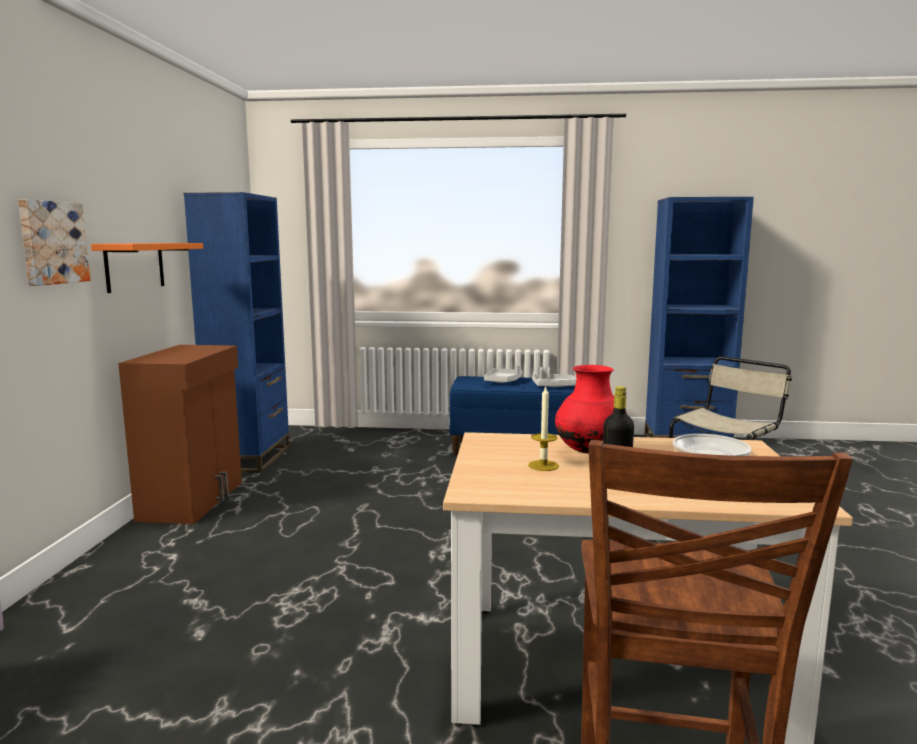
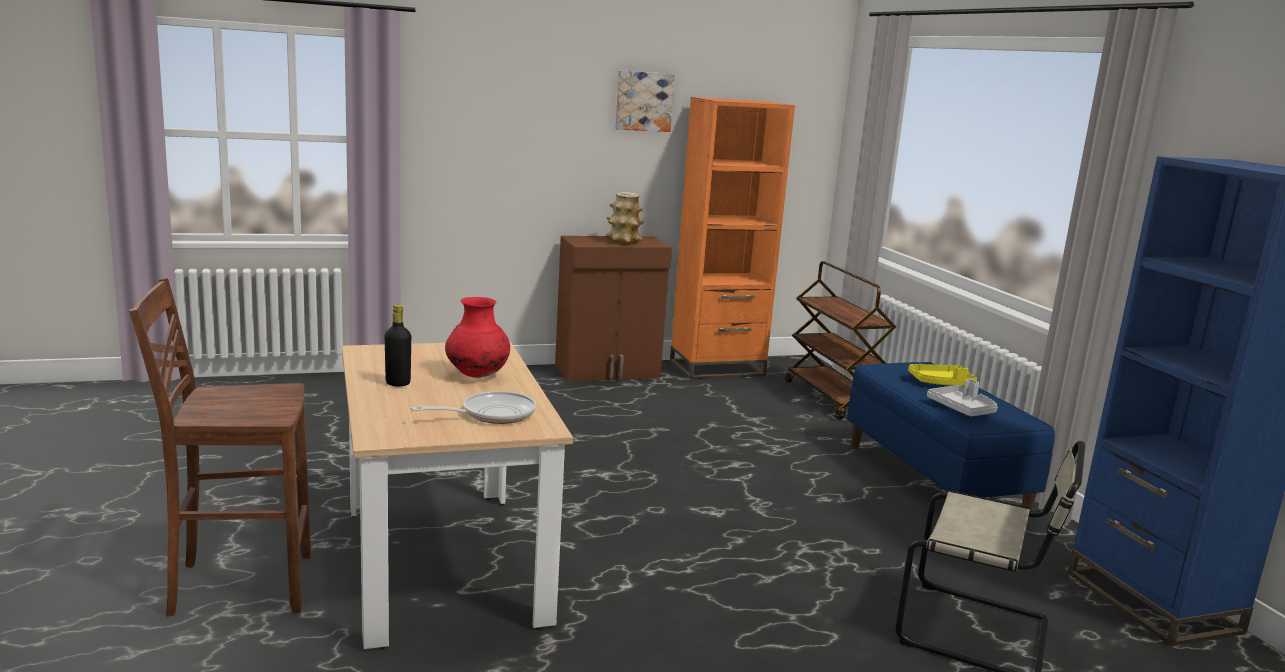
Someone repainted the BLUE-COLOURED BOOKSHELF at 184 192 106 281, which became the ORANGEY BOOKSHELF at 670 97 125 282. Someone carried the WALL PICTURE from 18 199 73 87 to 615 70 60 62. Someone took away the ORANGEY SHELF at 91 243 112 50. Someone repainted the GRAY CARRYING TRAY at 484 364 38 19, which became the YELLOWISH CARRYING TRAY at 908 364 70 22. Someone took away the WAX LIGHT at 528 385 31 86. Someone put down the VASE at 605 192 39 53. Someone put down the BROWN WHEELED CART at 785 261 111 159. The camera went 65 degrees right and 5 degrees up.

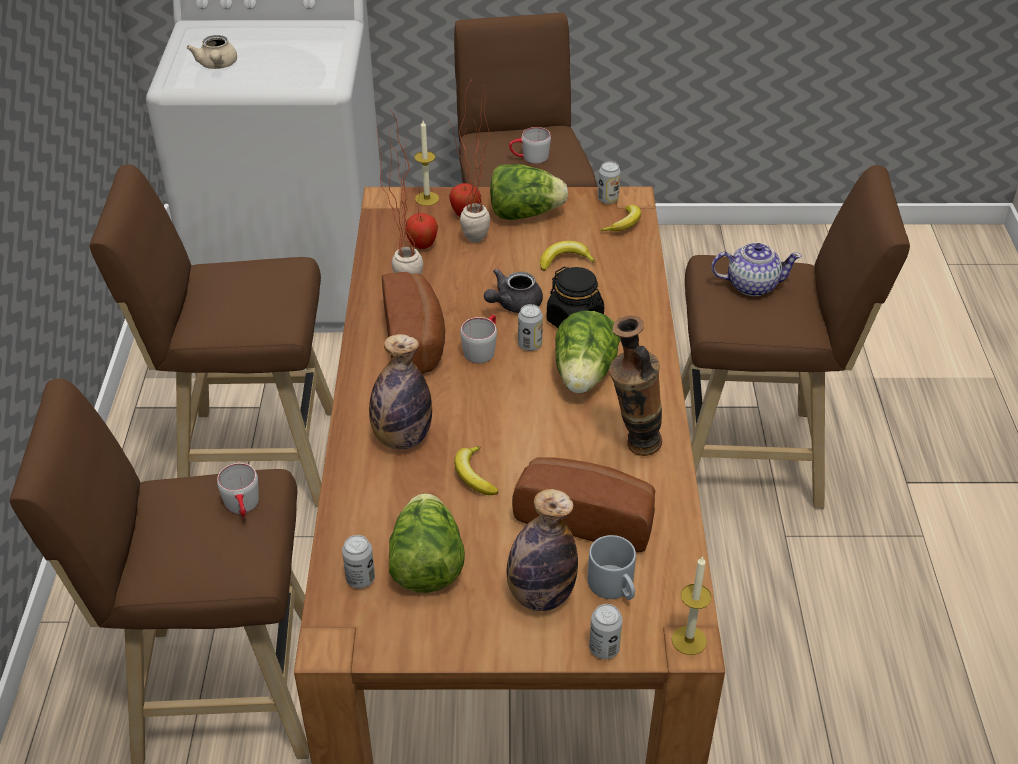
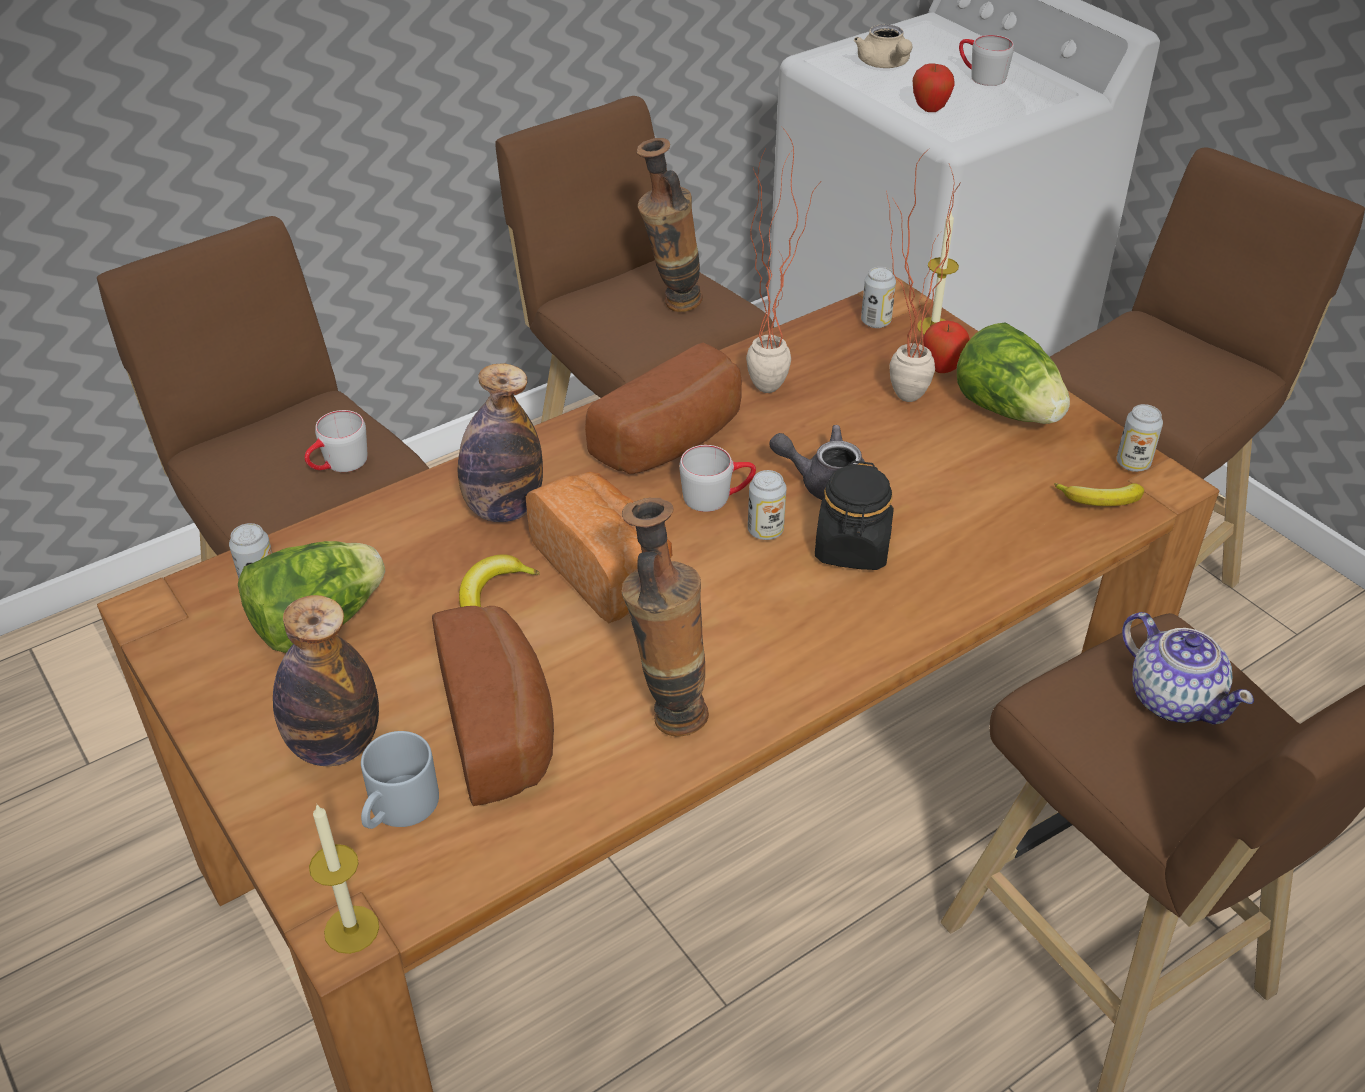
Someone rotated the BEIGE TEAPOT at 187 35 50 34 by 60 degrees counterclockwise. Someone carried the GRAY TEA MUG from 509 127 42 37 to 959 35 55 51. Someone carried the APPLE from 405 213 33 36 to 913 64 42 48. Someone took away the WHOLE BANANA at 540 241 56 30. Someone took away the LETTUCE at 555 311 65 82. Someone carried the CAN from 589 604 34 55 to 861 267 35 61. Someone put down the VASE at 637 138 66 174. Someone put down the BREAD at 526 472 146 151. The camera went 55 degrees right and 0 degrees up.

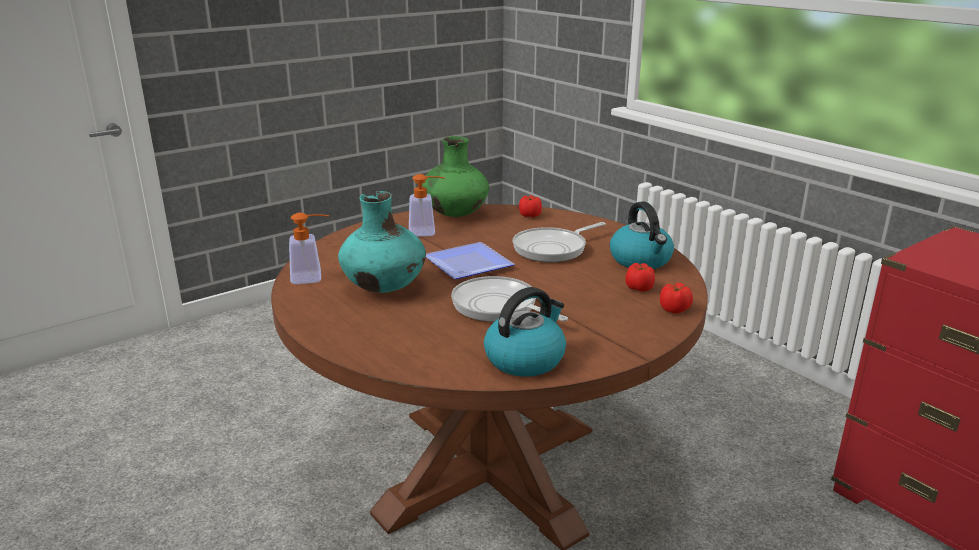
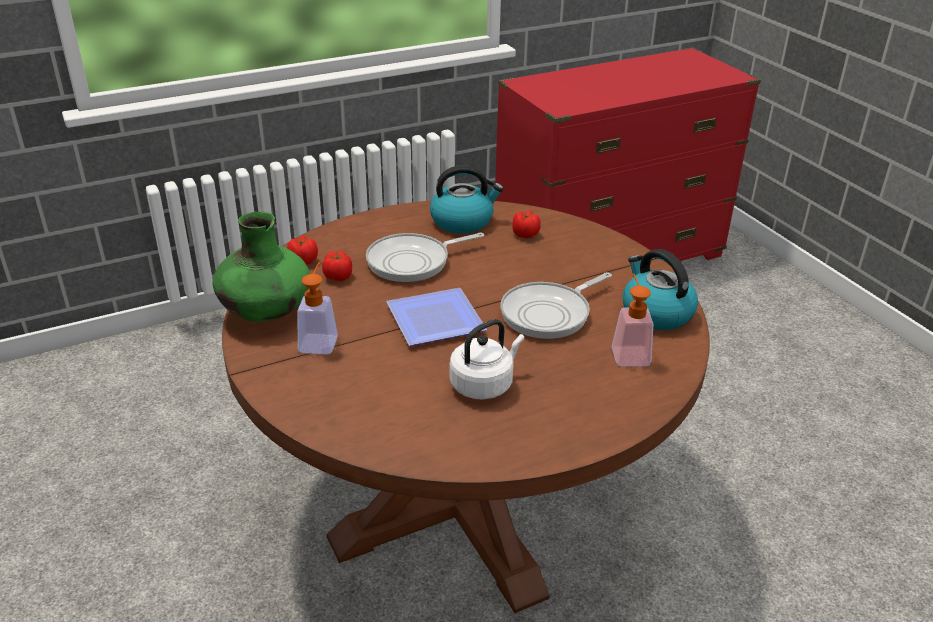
Someone swapped the TURQUOISE-COLOURED VASE at 338 191 88 102 for the WHITISH KETTLE at 449 319 76 81. Someone carried the SOAP BOTTLE from 289 213 40 71 to 612 274 42 92. Someone rotated the SKILLET at 513 222 93 40 by 90 degrees clockwise. Someone carried the WHOLE TOMATO from 660 283 33 30 to 322 251 30 30. The camera went 80 degrees left and 10 degrees up.

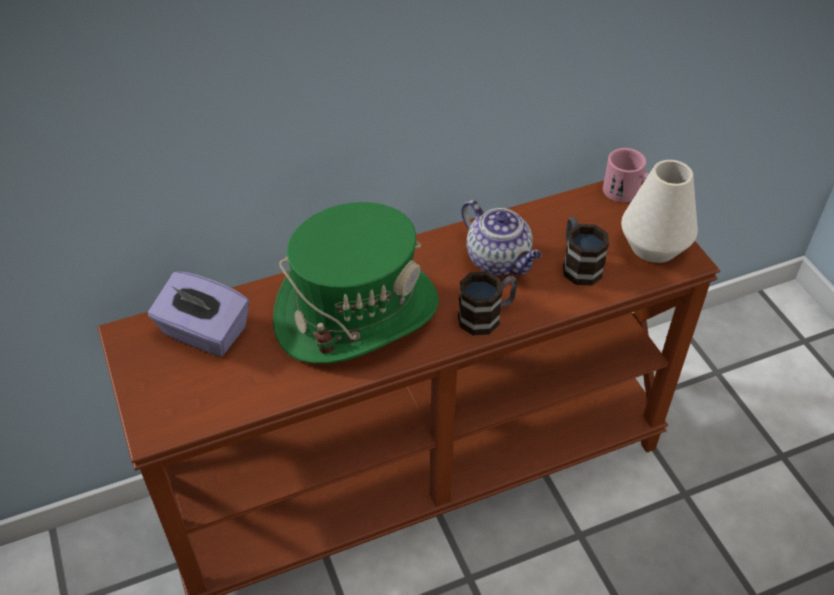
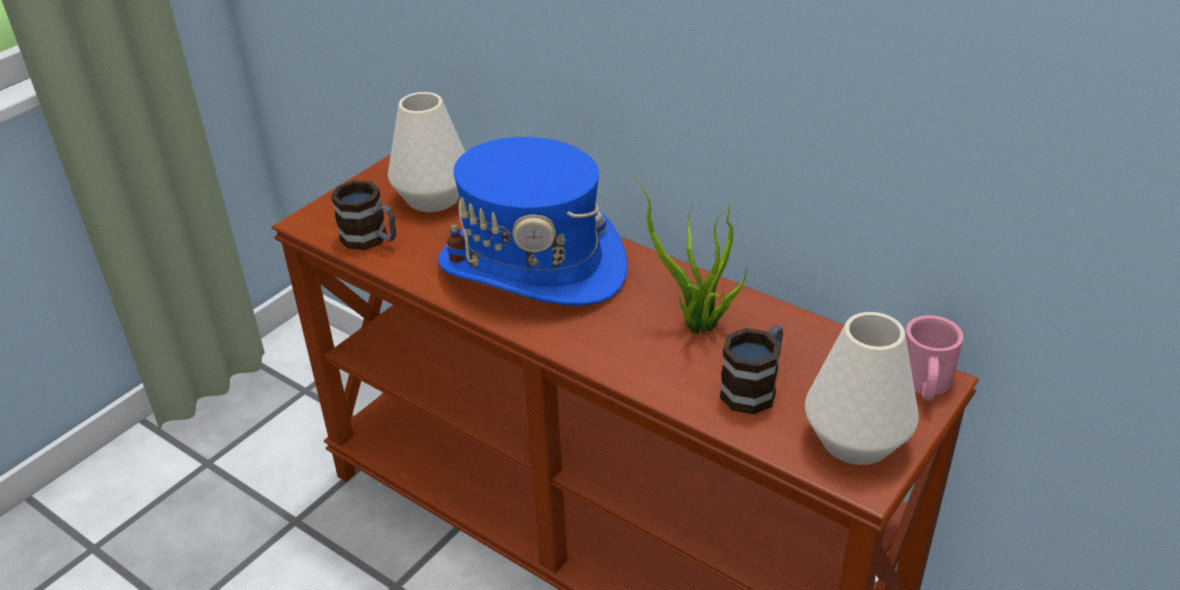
Someone swapped the TEAPOT at 461 200 81 75 for the PLANT IN A POT at 634 176 114 158. Someone repainted the GREEN-COLOURED HAT at 273 202 166 162, which became the BLUE-COLOURED HAT at 438 137 190 169. Someone swapped the PURPLE-COLOURED TISSUE HOLDER at 148 271 101 86 for the WHITISH VASE at 388 92 77 120. Someone carried the TEA MUG from 458 271 60 64 to 331 180 65 70. The camera went 60 degrees right and 10 degrees down.

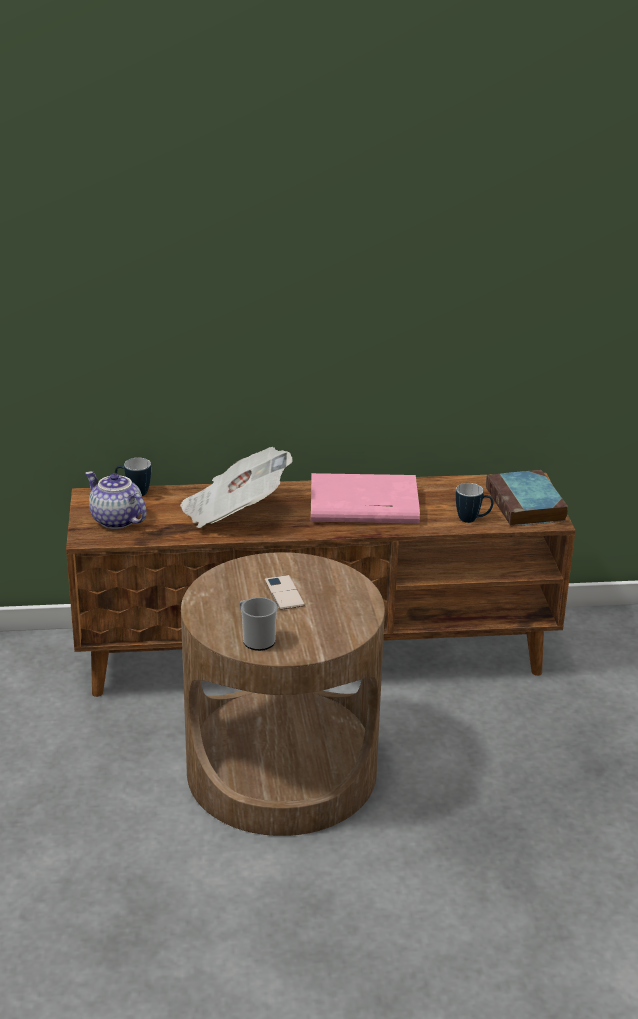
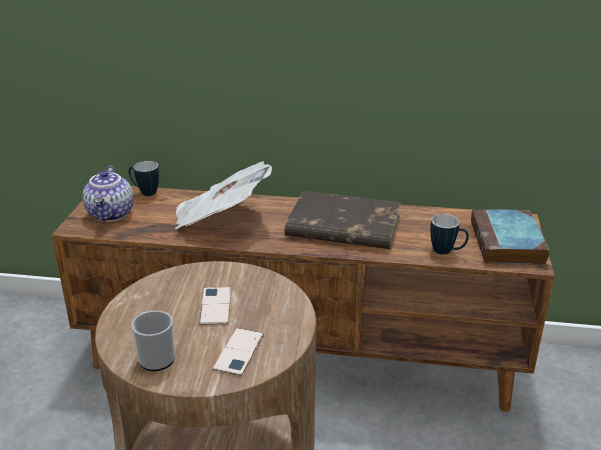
Someone rotated the TEAPOT at 85 471 62 58 by 150 degrees counterclockwise. Someone repainted the PINK BOOK at 311 473 109 50, which became the BROWN BOOK at 284 191 117 58. Someone put down the HANDSET at 213 328 51 48. The camera went 15 degrees right and 0 degrees up.

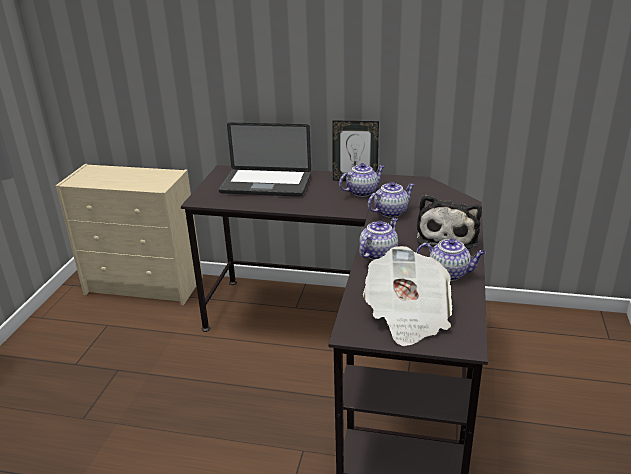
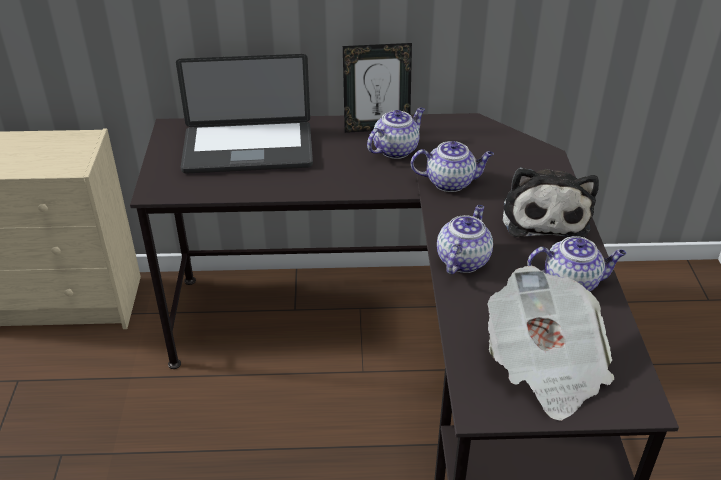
Someone rotated the TEAPOT at 368 182 47 36 by 45 degrees clockwise. The camera went 15 degrees left and 10 degrees up.

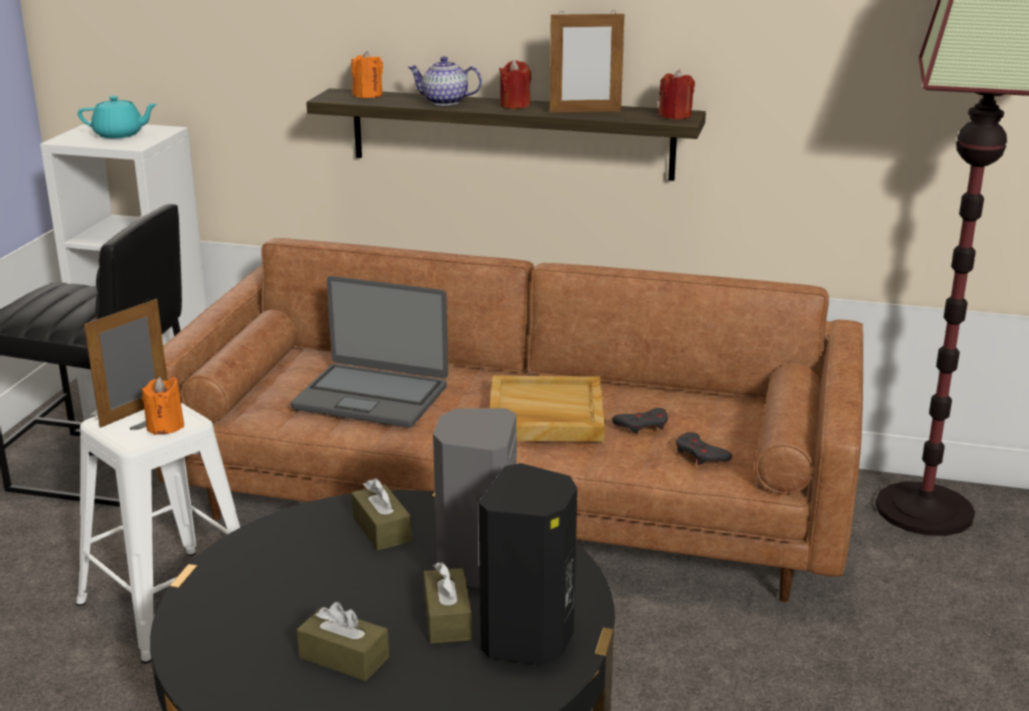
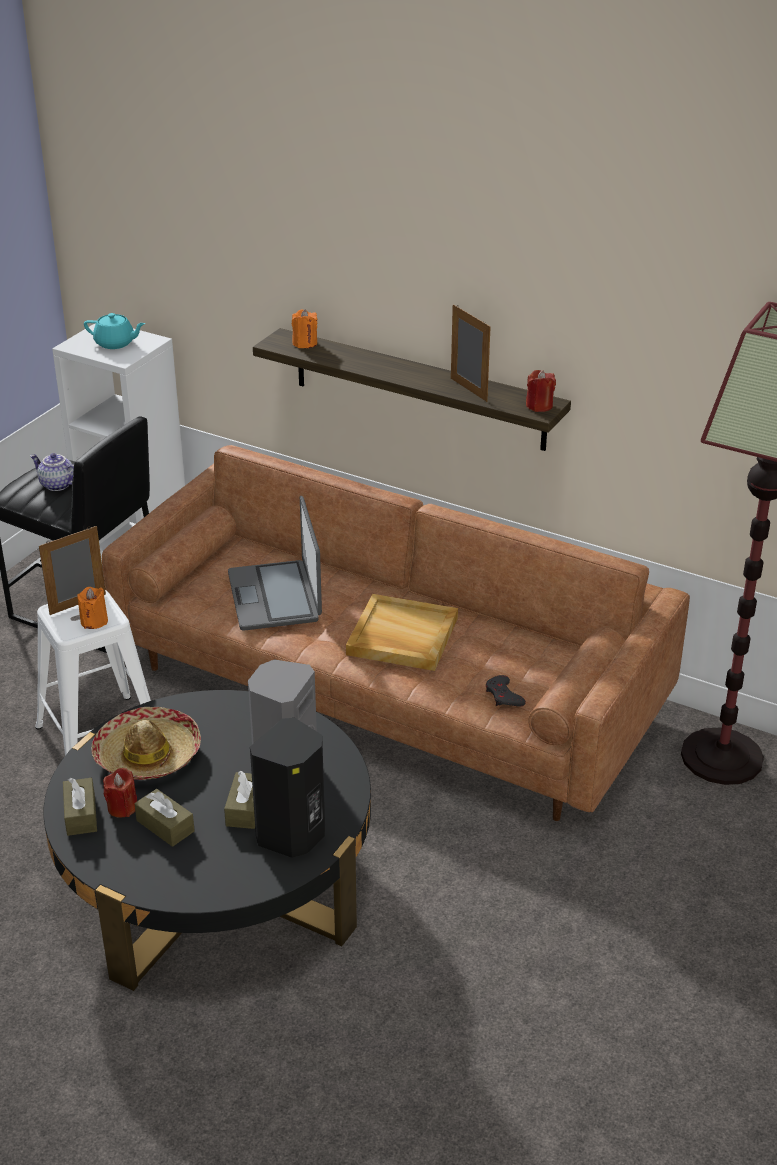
Someone rotated the PHOTO FRAME at 550 10 74 102 by 135 degrees counterclockwise. Someone carried the TEAPOT from 408 56 74 50 to 30 453 44 38. Someone carried the RED WAX LIGHT from 499 60 32 49 to 103 768 34 50. Someone rotated the NOTEBOOK COMPUTER at 291 276 157 151 by 45 degrees clockwise. Someone took away the GRAY GAMEPAD at 612 408 56 26. Someone carried the BROWN TISSUE HOLDER from 352 478 60 73 to 63 778 34 58. Someone put down the HAT at 92 707 109 73. The camera went 15 degrees right and 10 degrees up.

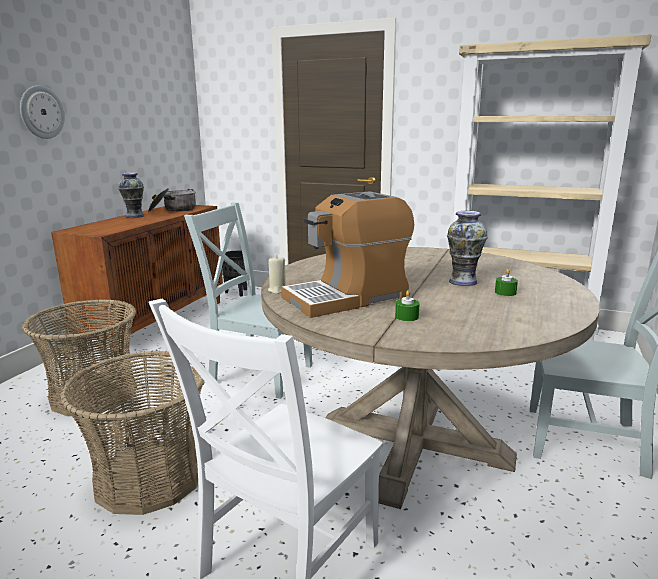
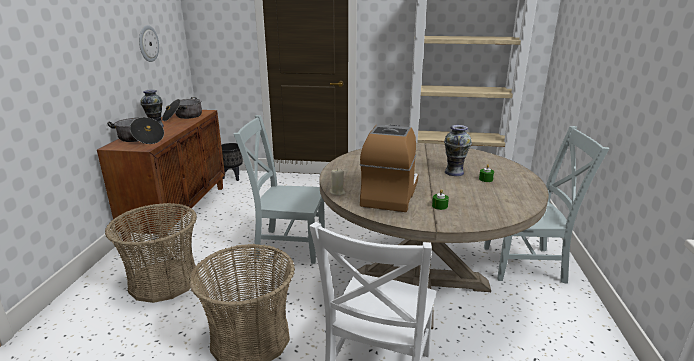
Someone carried the WALL CLOCK from 20 85 45 54 to 139 25 20 37. Someone rotated the COFFEE MAKER at 281 191 133 127 by 150 degrees clockwise. Someone put down the SAUCEPOT at 107 117 57 27. The camera went 15 degrees left and 5 degrees up.

